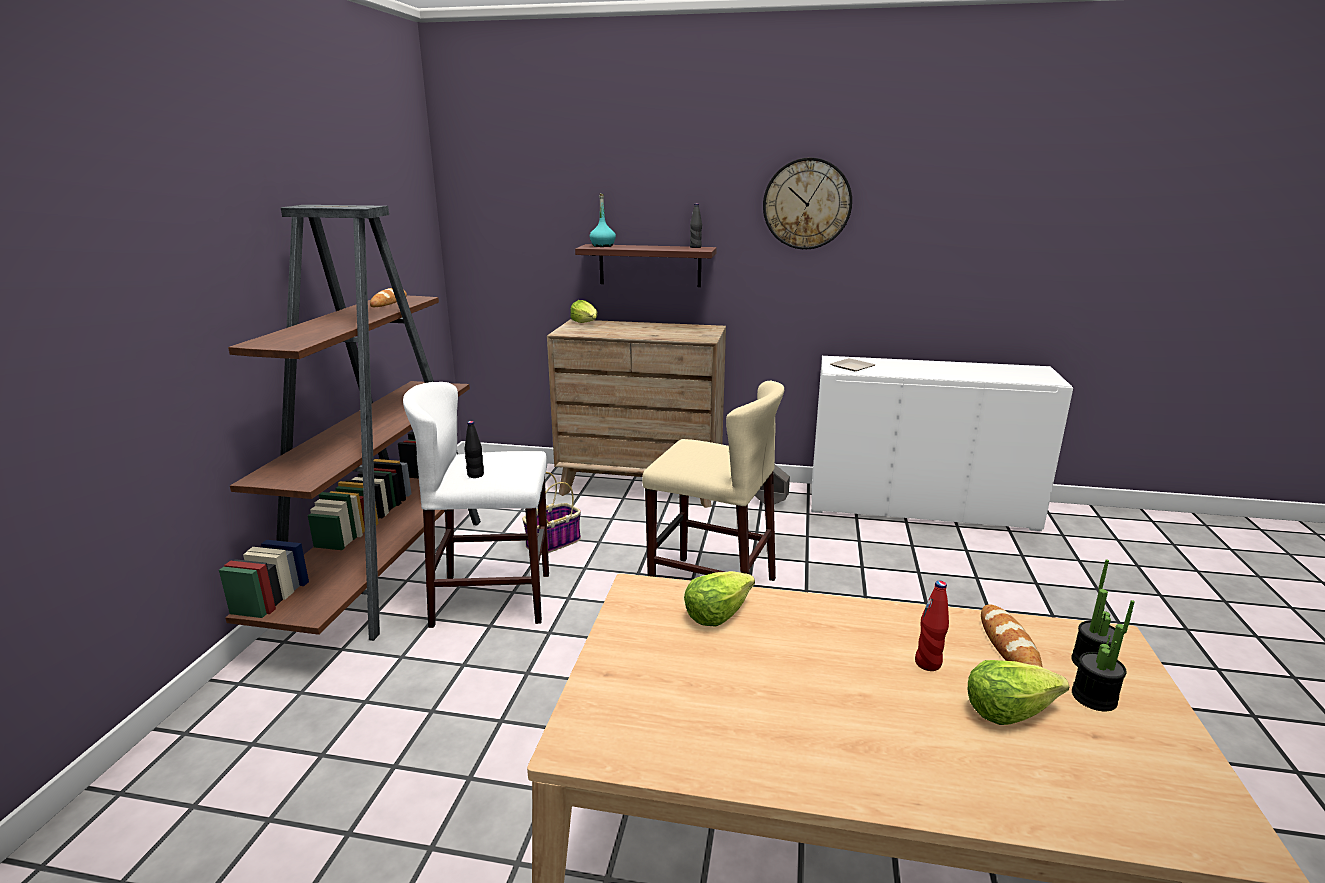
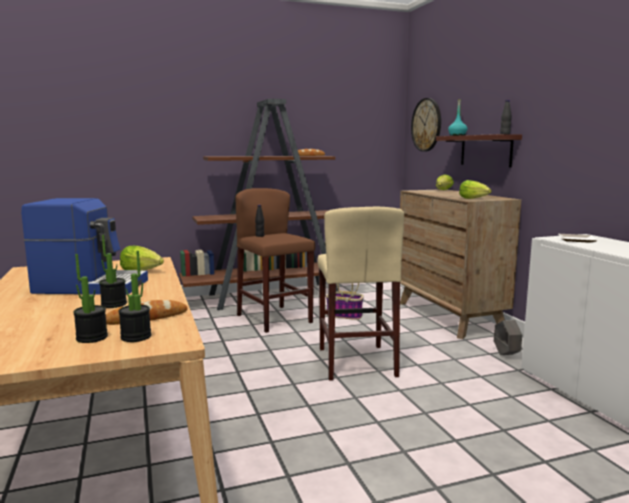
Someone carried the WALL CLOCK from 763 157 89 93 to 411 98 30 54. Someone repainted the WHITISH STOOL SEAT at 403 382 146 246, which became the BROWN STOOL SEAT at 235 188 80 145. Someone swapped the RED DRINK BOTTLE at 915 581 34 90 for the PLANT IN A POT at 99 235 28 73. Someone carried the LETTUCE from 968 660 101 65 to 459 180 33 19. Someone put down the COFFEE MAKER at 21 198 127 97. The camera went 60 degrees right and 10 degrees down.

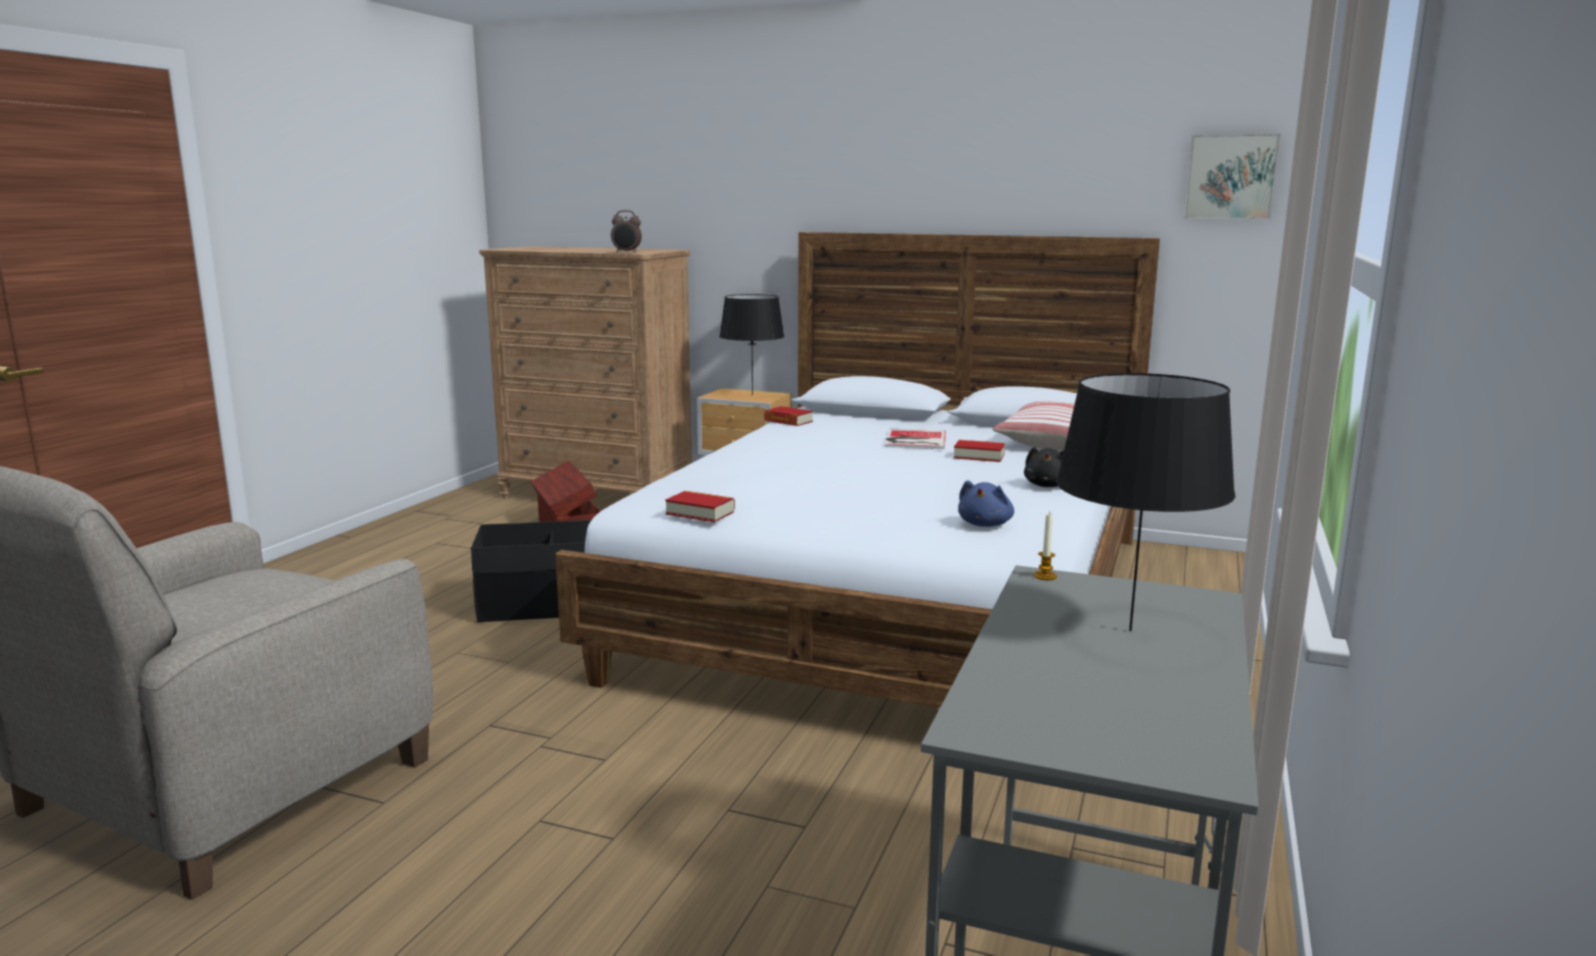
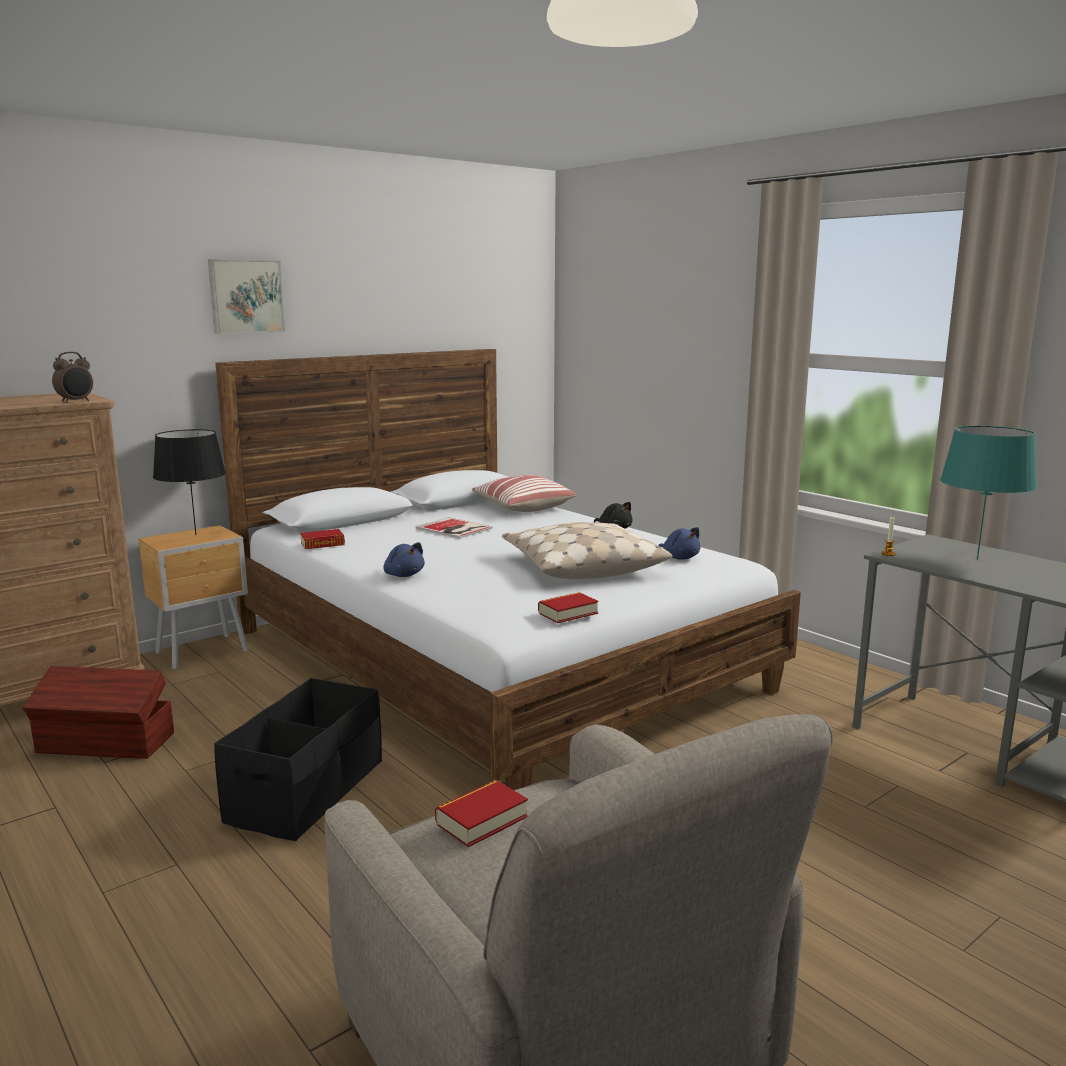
Someone carried the WALL PICTURE from 1184 134 97 86 to 208 259 77 75. Someone repainted the BLACK-COLOURED TABLETOP LAMP at 1056 373 179 258, which became the TURQUOISE-COLOURED TABLETOP LAMP at 940 426 97 133. Someone carried the BOOK from 954 440 51 22 to 435 780 93 67. Someone put down the BEIGE PILLOW at 502 522 170 57. Someone put down the BLUE-COLOURED SOFT TOY at 383 542 42 35. The camera went 60 degrees left and 0 degrees up.

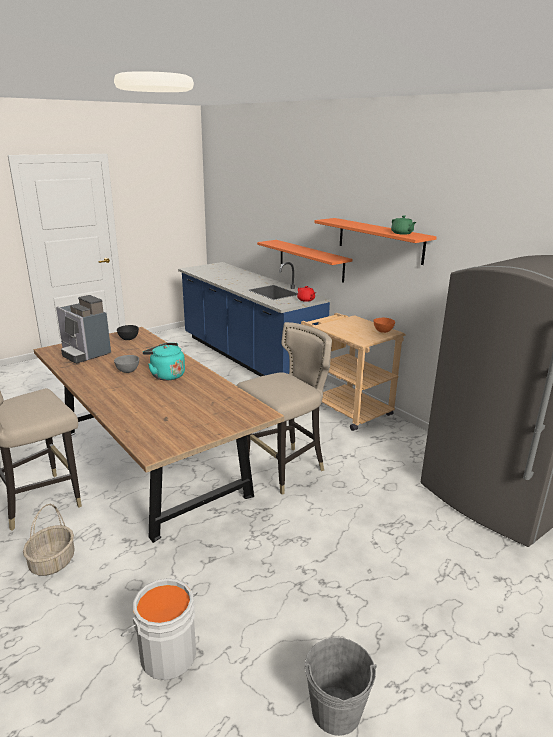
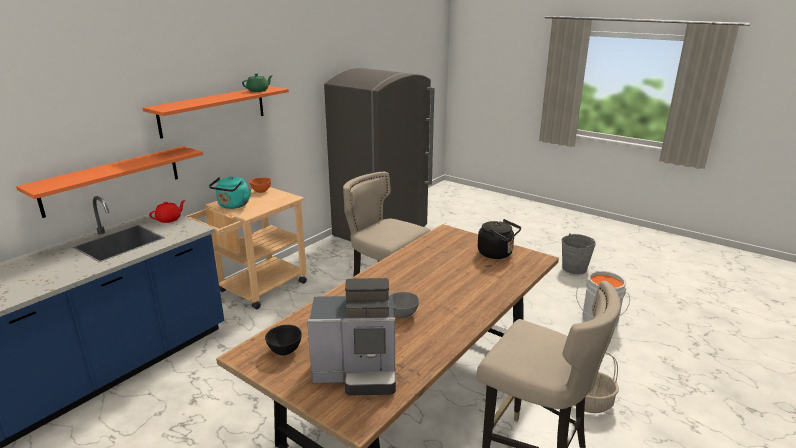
Someone rotated the COFFEE MAKER at 56 295 55 68 by 60 degrees clockwise. Someone carried the TURQUOISE-COLOURED KETTLE from 143 343 42 38 to 209 176 42 33. Someone put down the BLACK-COLOURED KETTLE at 478 219 43 40. The camera went 105 degrees left and 0 degrees up.

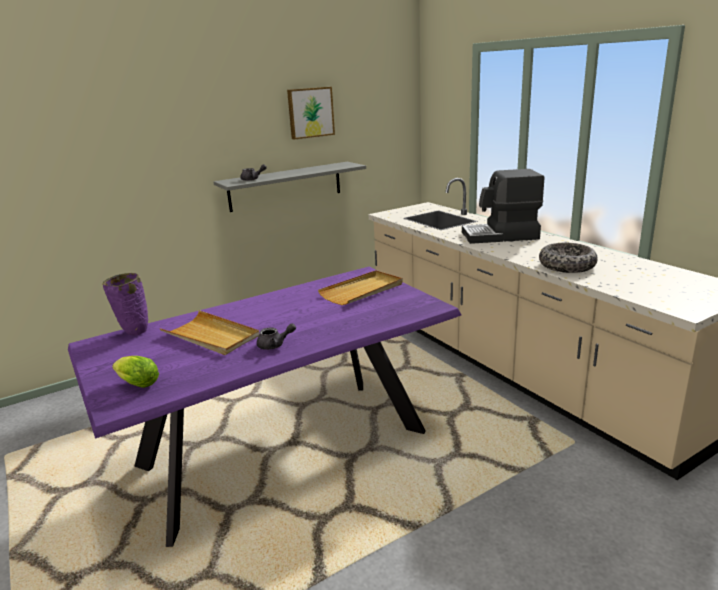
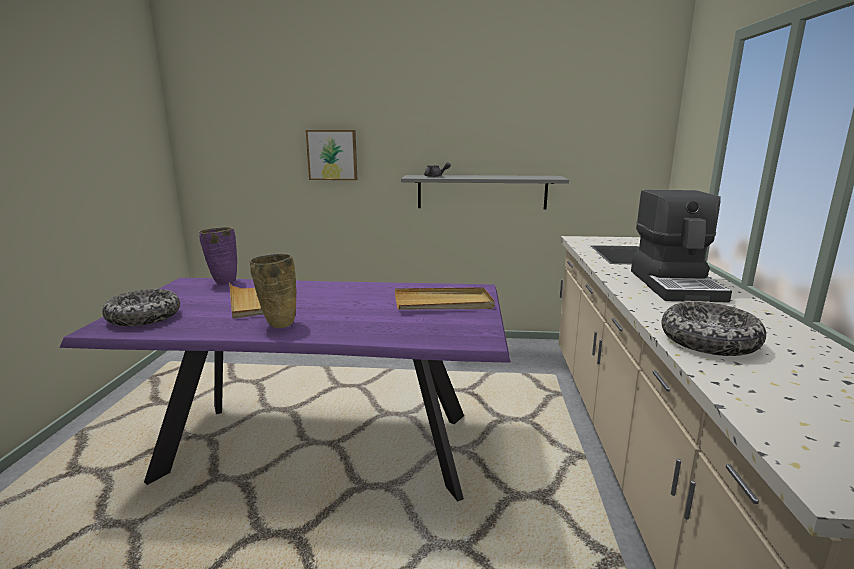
Someone carried the WALL PICTURE from 287 87 48 52 to 306 130 51 50. Someone rotated the COFFEE MAKER at 462 169 82 75 by 120 degrees counterclockwise. Someone swapped the GRAY TEAPOT at 257 323 39 27 for the BEIGE VASE at 250 254 47 74. Someone swapped the LETTUCE at 112 356 47 32 for the DEEP DISH at 102 289 78 37. The camera went 35 degrees right and 5 degrees down.

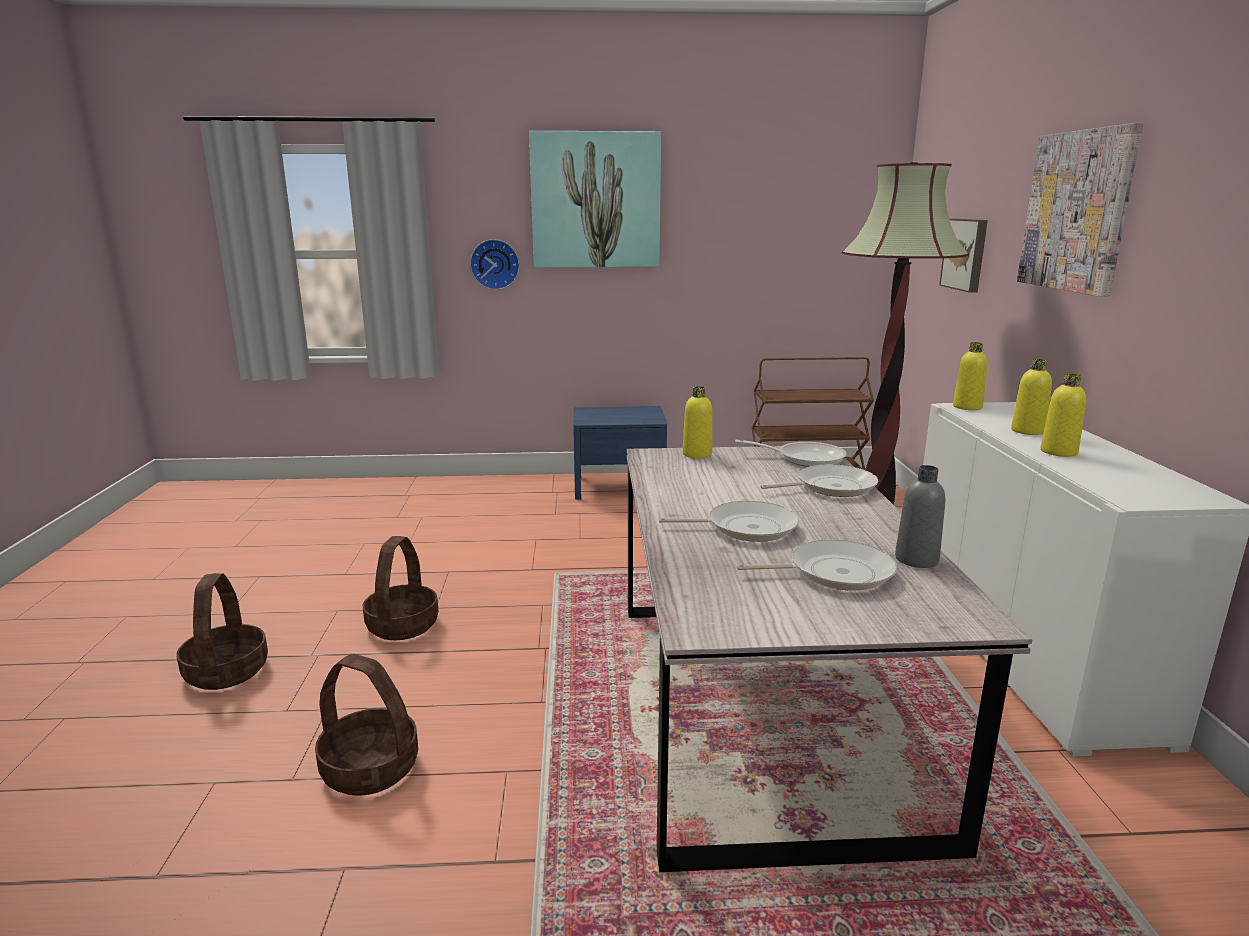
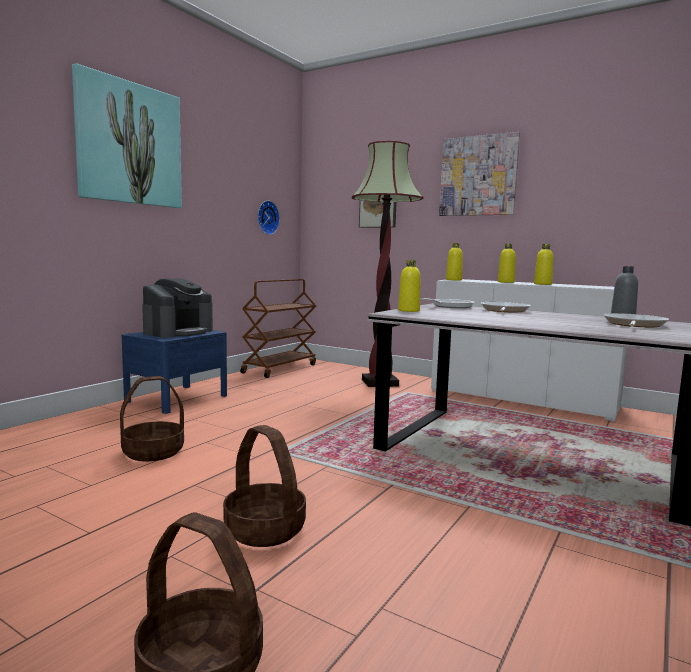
Someone carried the WALL CLOCK from 470 239 50 51 to 258 201 22 34. Someone took away the SKILLET at 659 501 140 41. Someone carried the STORAGE BASKET from 315 654 103 142 to 120 376 64 85. Someone put down the COFFEE MAKER at 142 278 71 60. The camera went 55 degrees left and 10 degrees down.

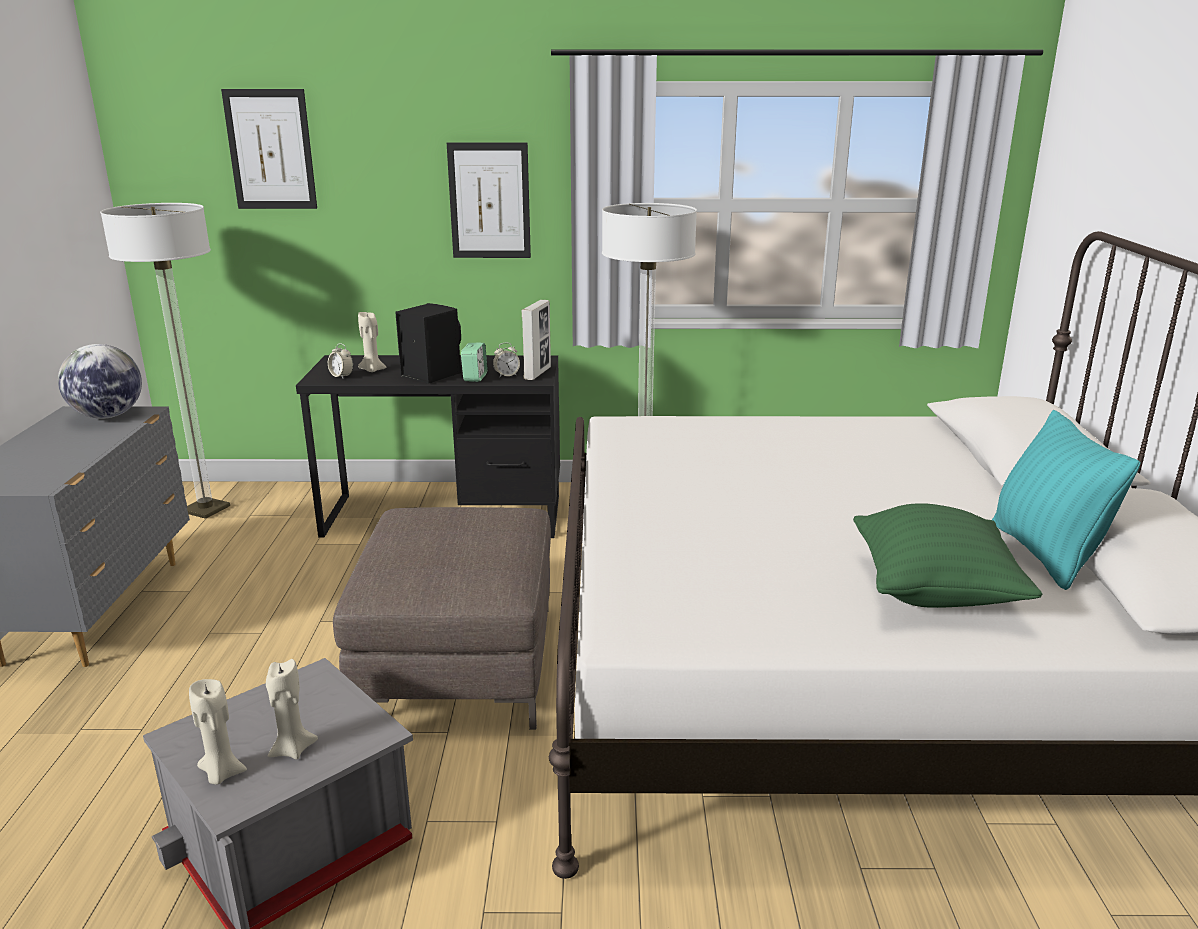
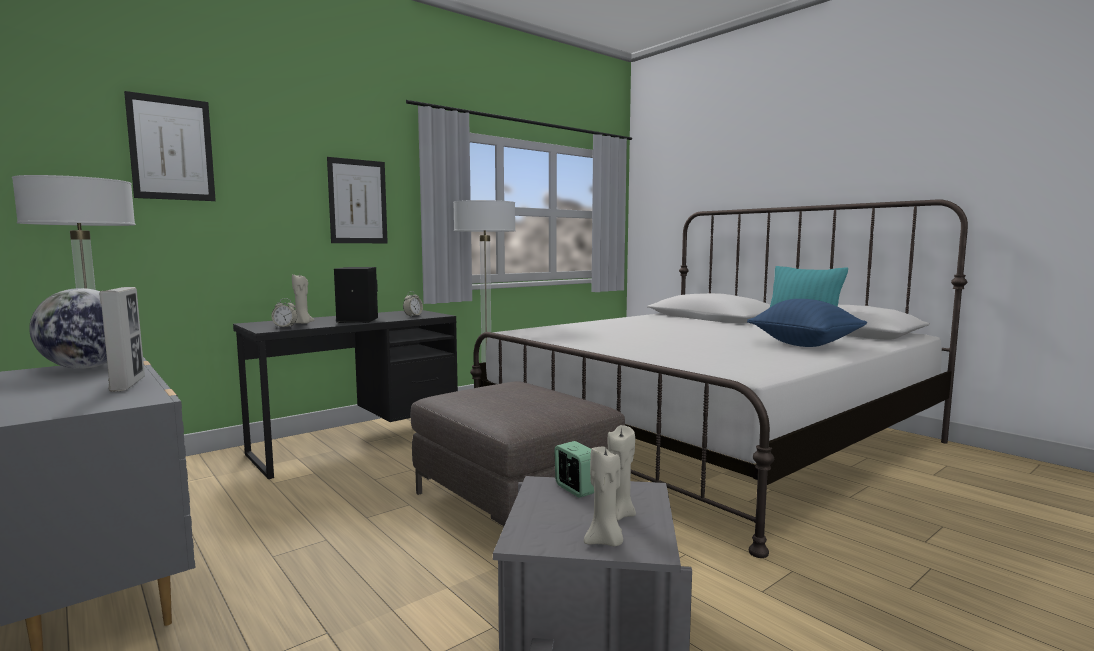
Someone carried the PHOTO FRAME from 522 300 29 80 to 99 287 46 105. Someone carried the TABLE CLOCK from 461 343 26 39 to 554 441 40 57. Someone repainted the GREEN-COLOURED PILLOW at 853 503 189 105, which became the BLUE-COLOURED PILLOW at 747 299 120 48. The camera went 40 degrees left and 15 degrees down.

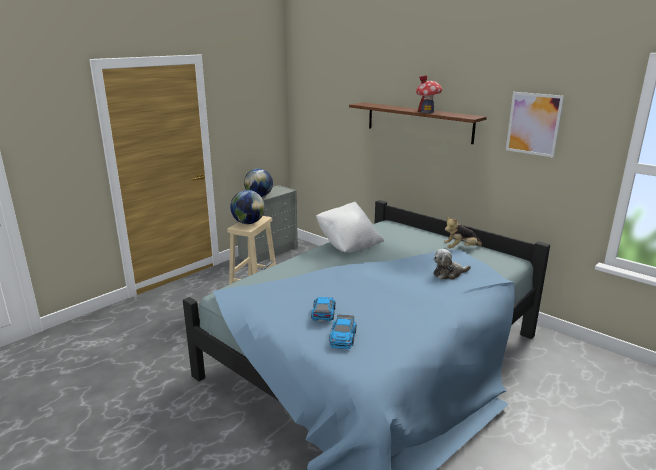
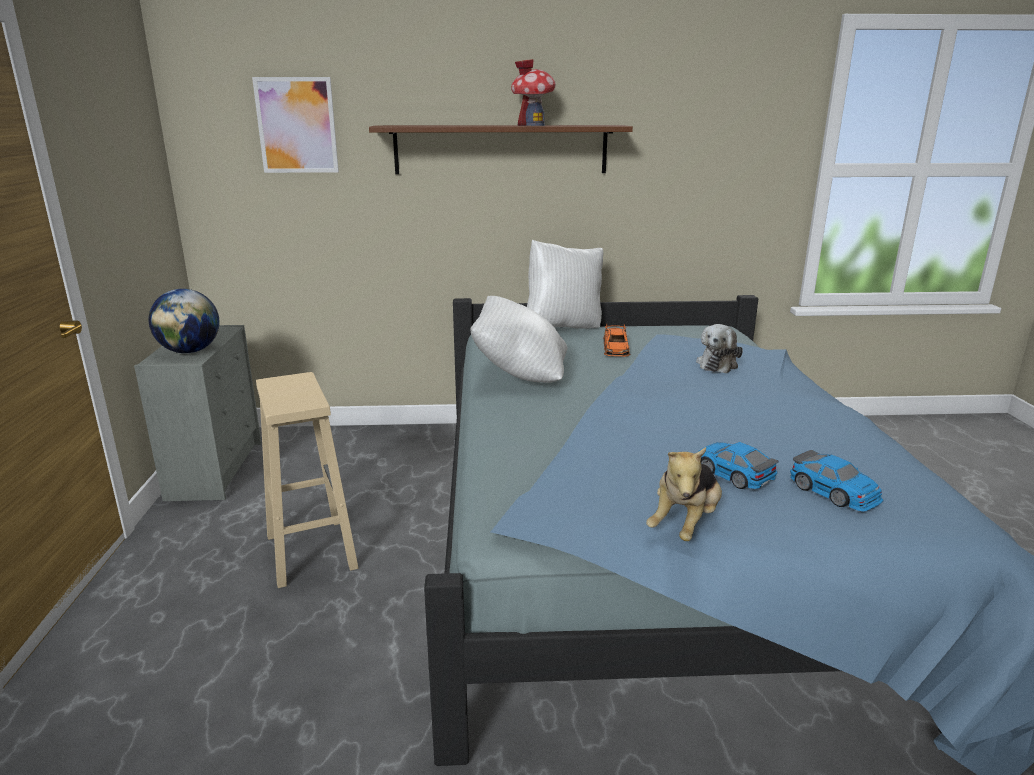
Someone carried the WALL PICTURE from 506 92 58 66 to 252 77 87 96. Someone took away the GLOBE at 230 190 35 34. Someone carried the SOFT TOY from 444 217 40 31 to 646 447 76 94. Someone put down the WHITISH PILLOW at 527 240 76 89. Someone put down the ORANGEY MODEL CAR at 603 324 27 33. The camera went 45 degrees left and 0 degrees up.

